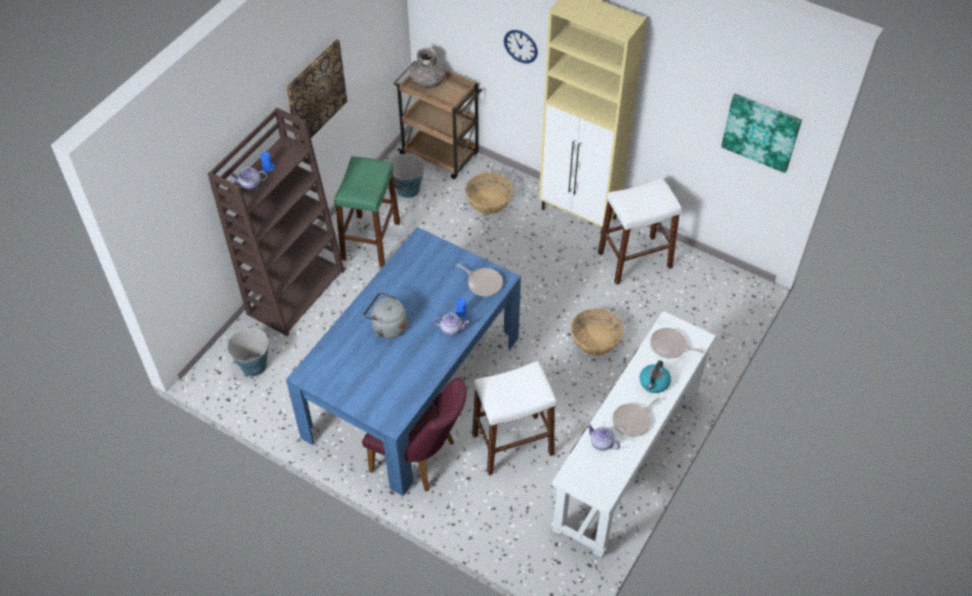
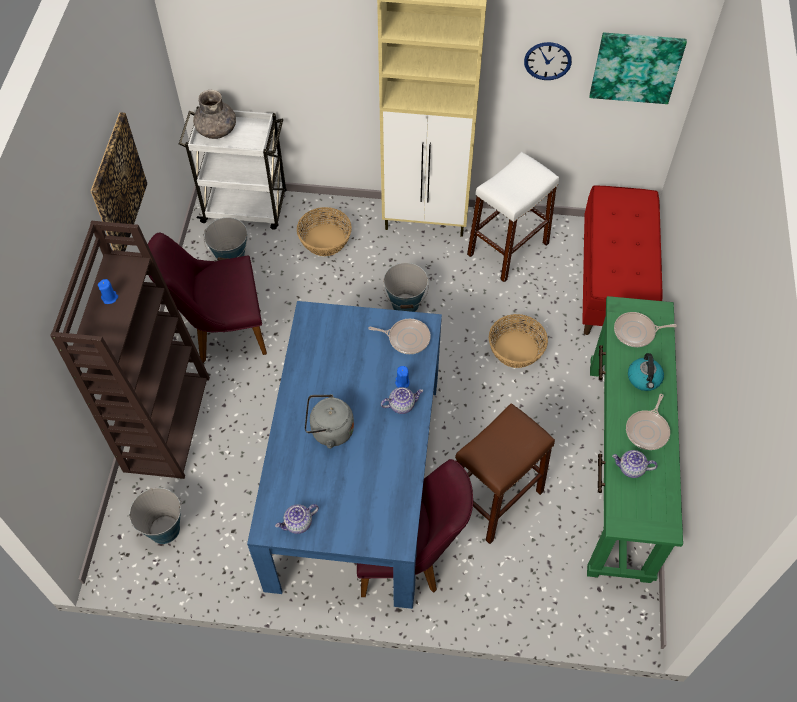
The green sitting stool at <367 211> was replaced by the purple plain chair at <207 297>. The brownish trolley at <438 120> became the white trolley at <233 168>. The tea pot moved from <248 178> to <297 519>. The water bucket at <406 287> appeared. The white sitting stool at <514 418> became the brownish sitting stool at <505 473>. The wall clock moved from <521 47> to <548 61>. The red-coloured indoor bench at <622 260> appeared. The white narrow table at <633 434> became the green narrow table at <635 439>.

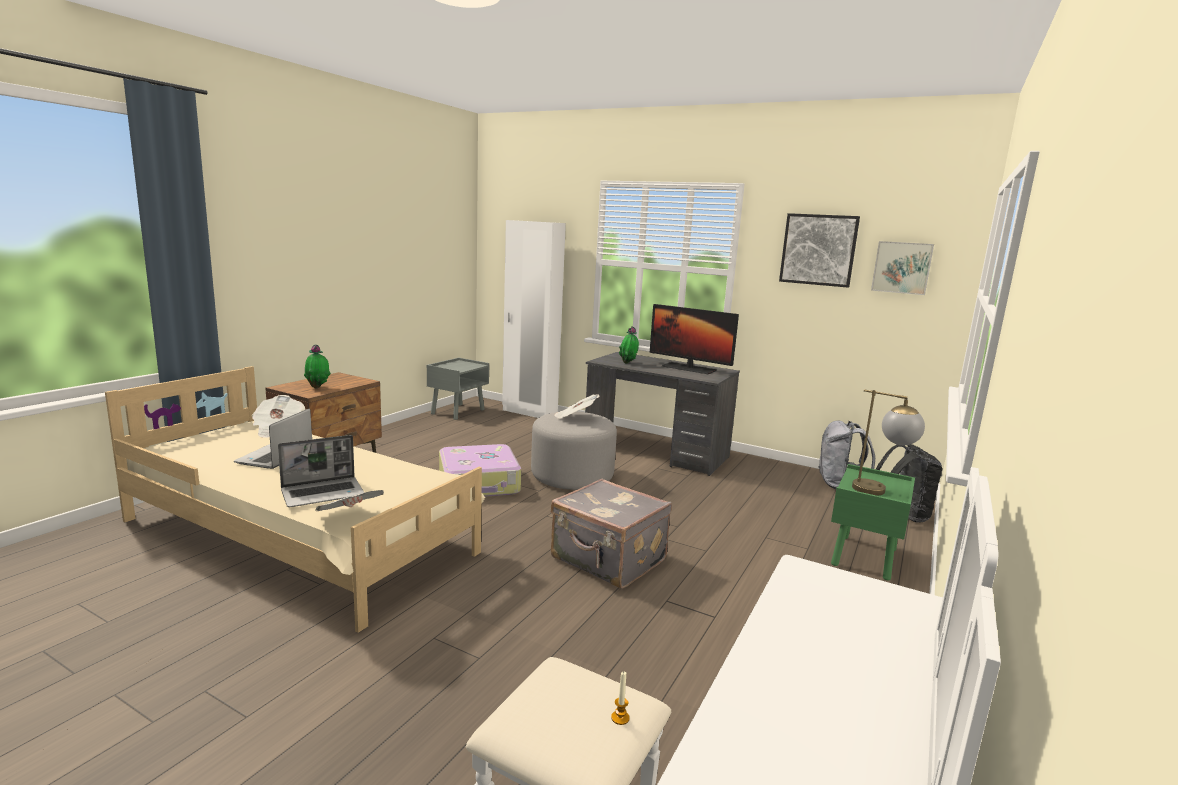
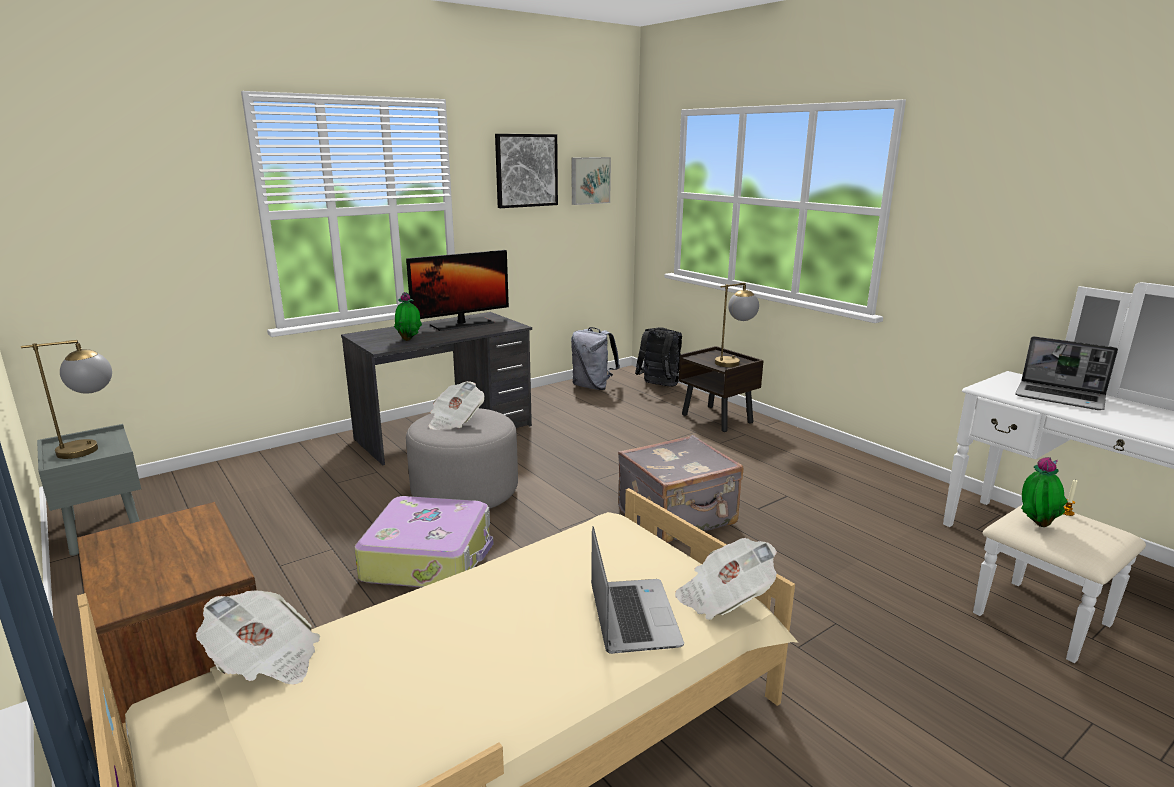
The table lamp at <66 399> appeared. The green bedside table at <873 522> became the brownish bedside table at <721 389>. The notebook computer moved from <273 438> to <1066 373>. The potted plant moved from <317 366> to <1044 492>. The white armoire at <534 319> disappeared.

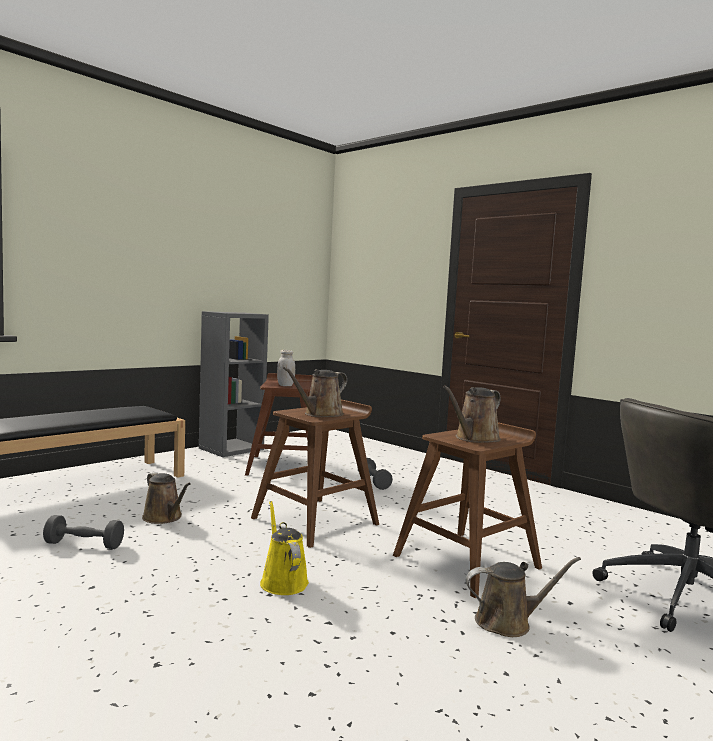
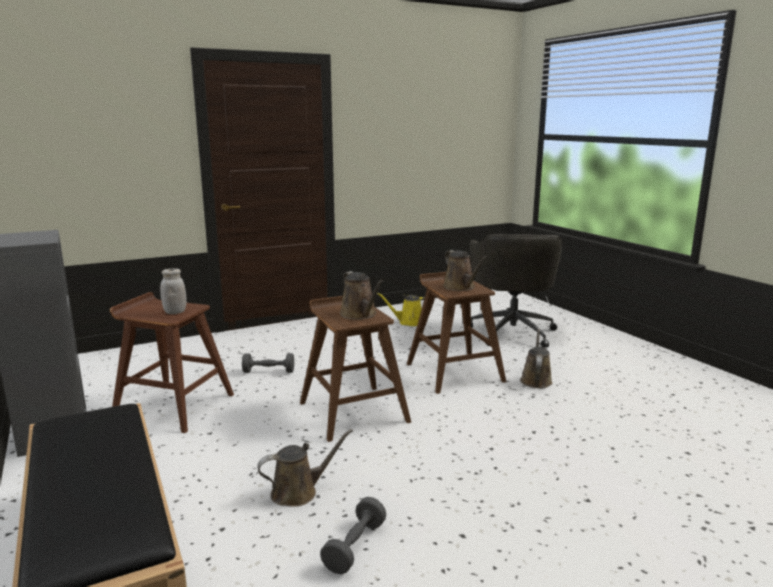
The yellow-coloured sprinkling can moved from <284 548> to <401 309>.

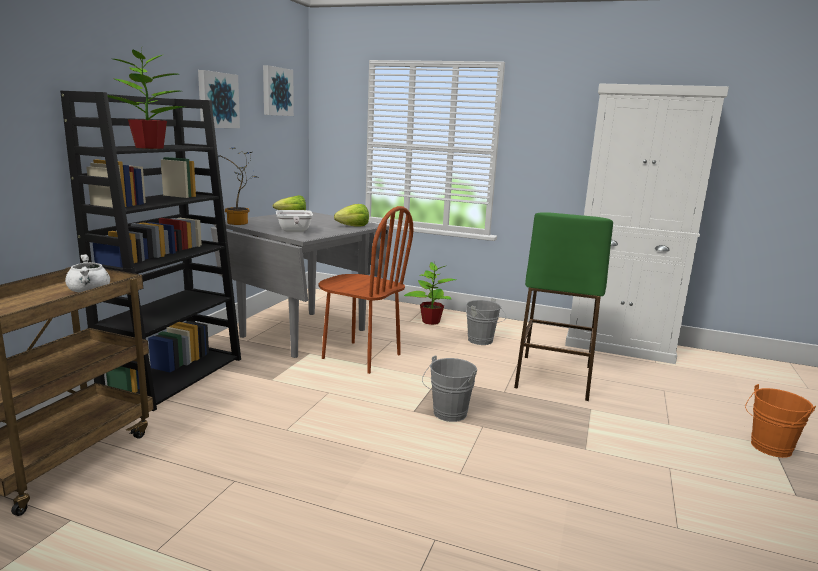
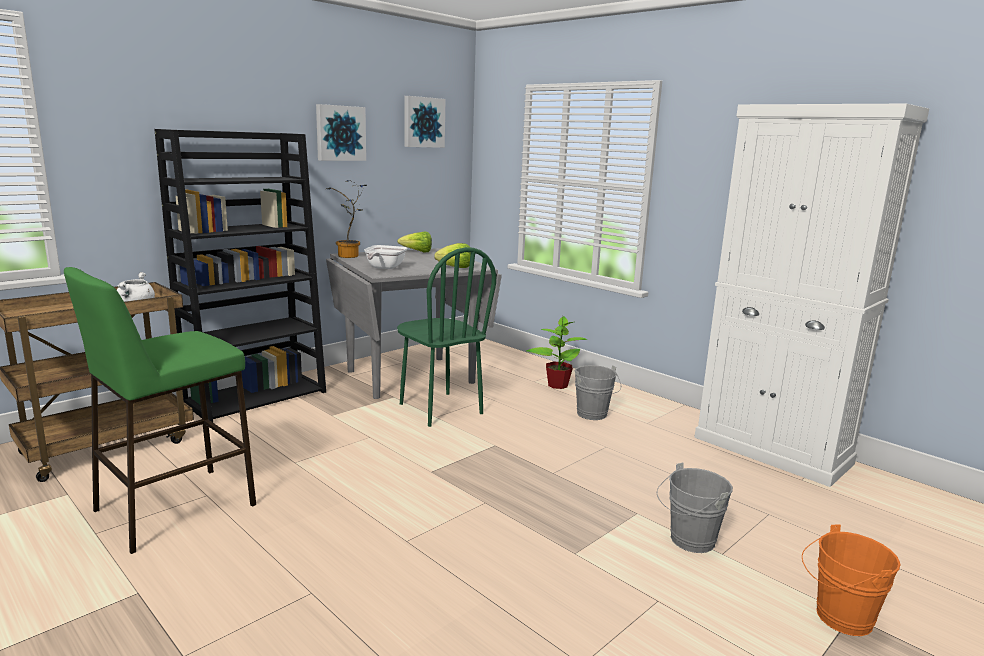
The green sitting stool moved from <563 306> to <160 410>. The brownish plain chair at <365 290> became the green plain chair at <446 337>. The gray water bucket moved from <449 388> to <695 507>. The potted plant at <146 98> disappeared.

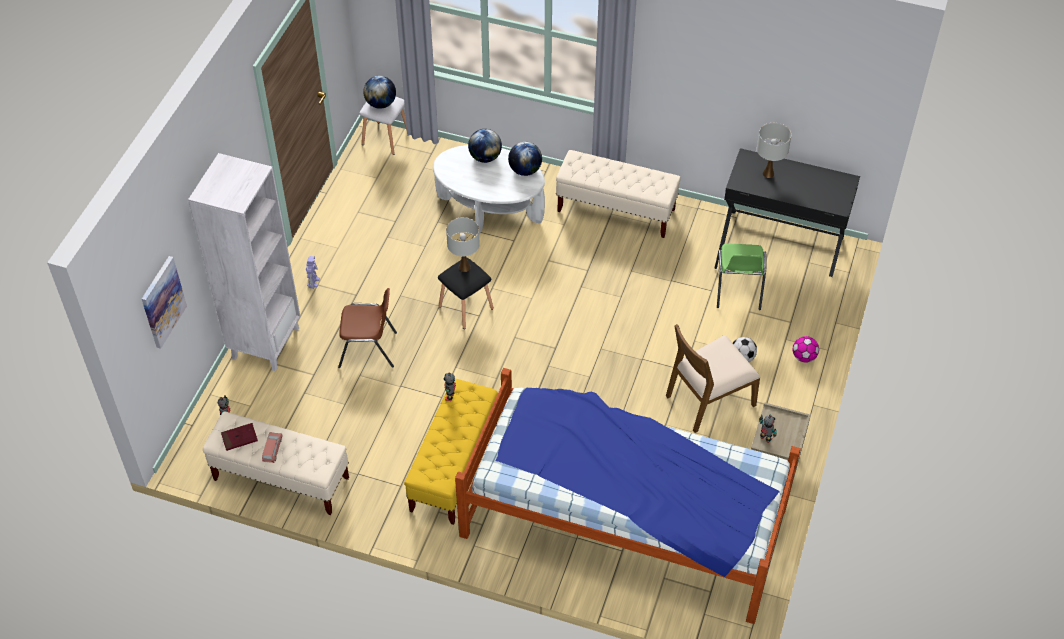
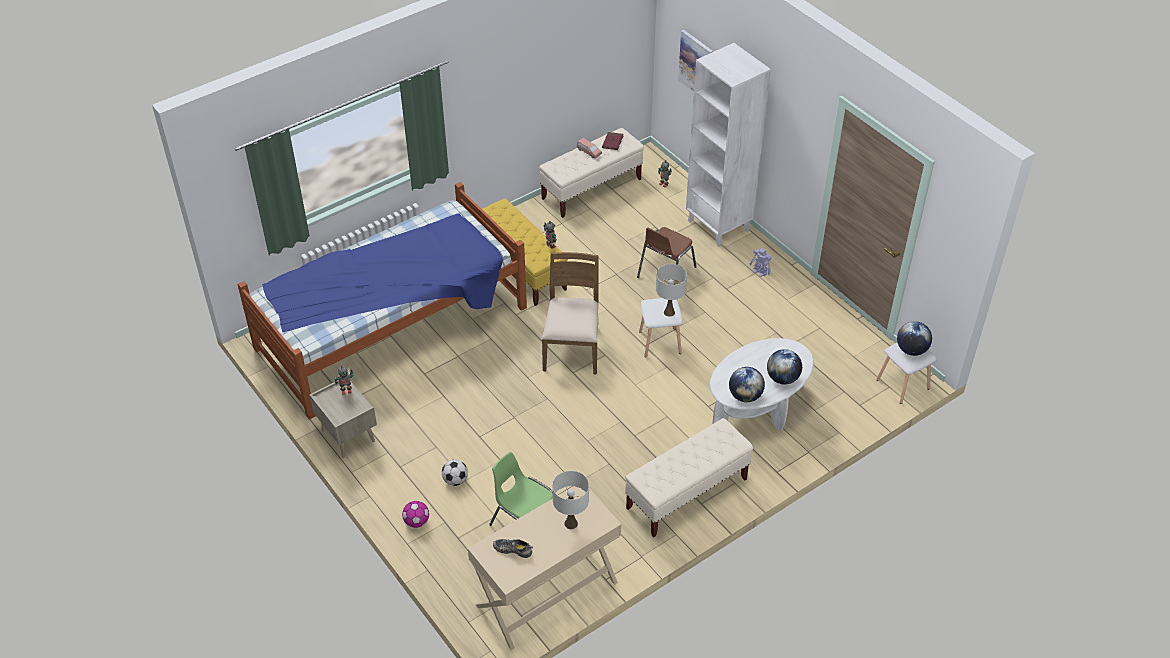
The blackish desk table at <789 212> became the beige desk table at <544 568>. The shoe at <513 548> appeared. The brownish plain chair moved from <713 378> to <570 313>. The blackish sitting stool at <466 293> became the white sitting stool at <661 328>.

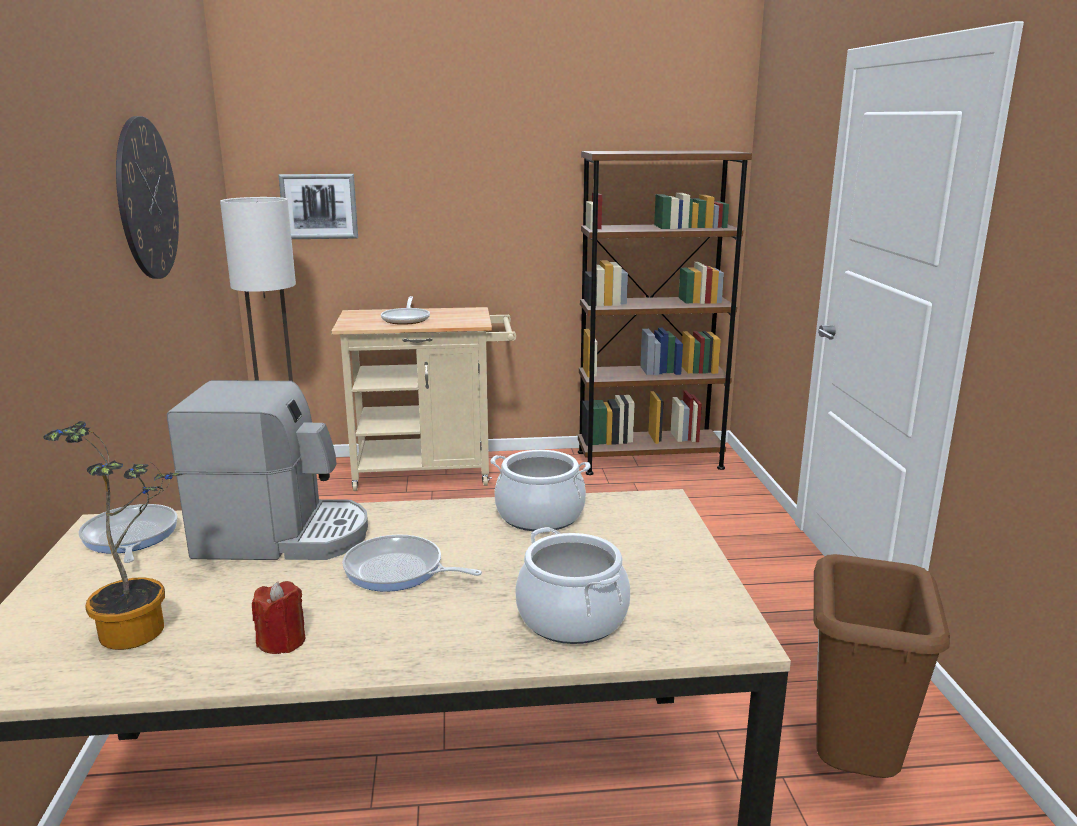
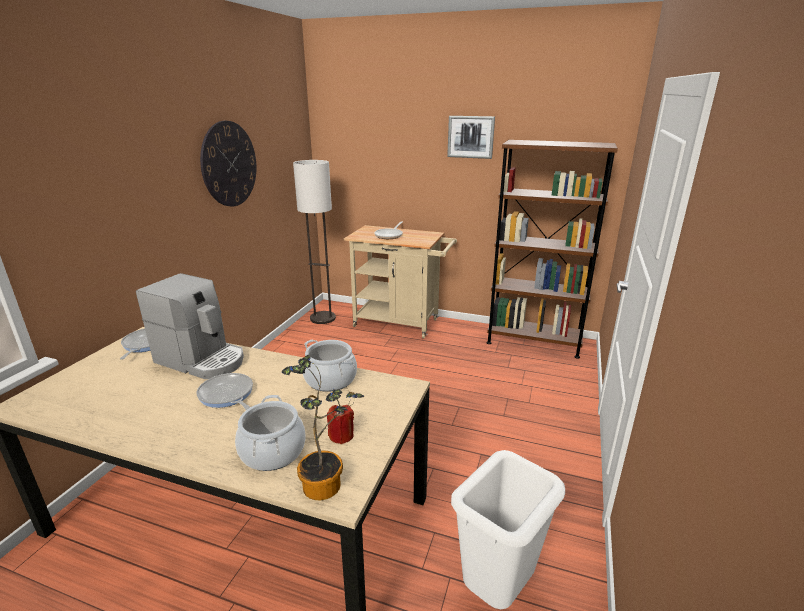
The potted plant moved from <114 535> to <323 427>. The red-coloured wax candle moved from <278 617> to <340 424>. The picture moved from <318 206> to <471 137>. The brownish rubbish bin at <882 666> became the white rubbish bin at <508 530>.

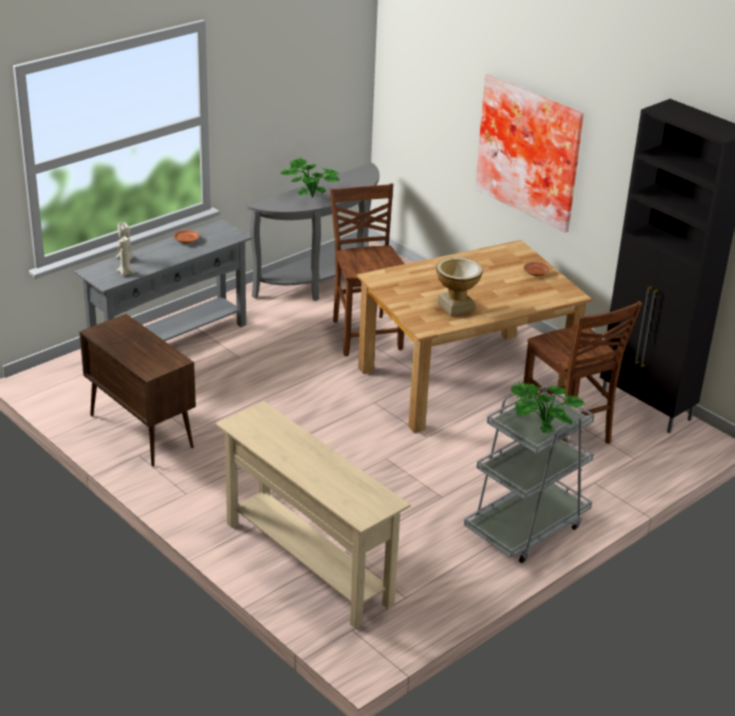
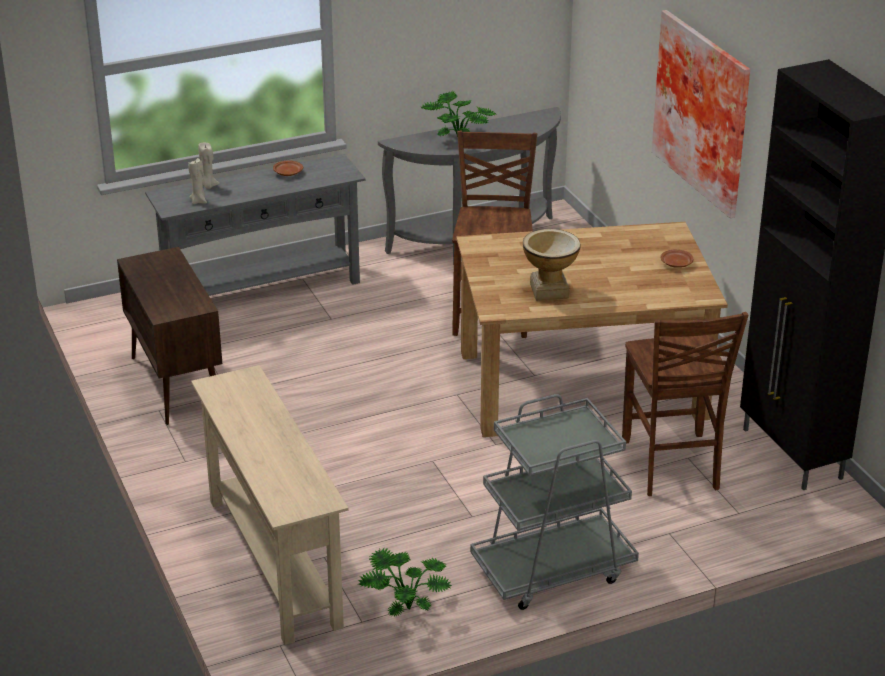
The potted plant moved from <547 407> to <405 582>.

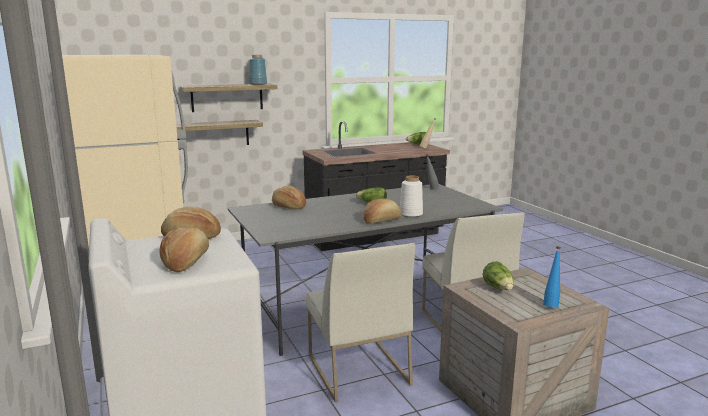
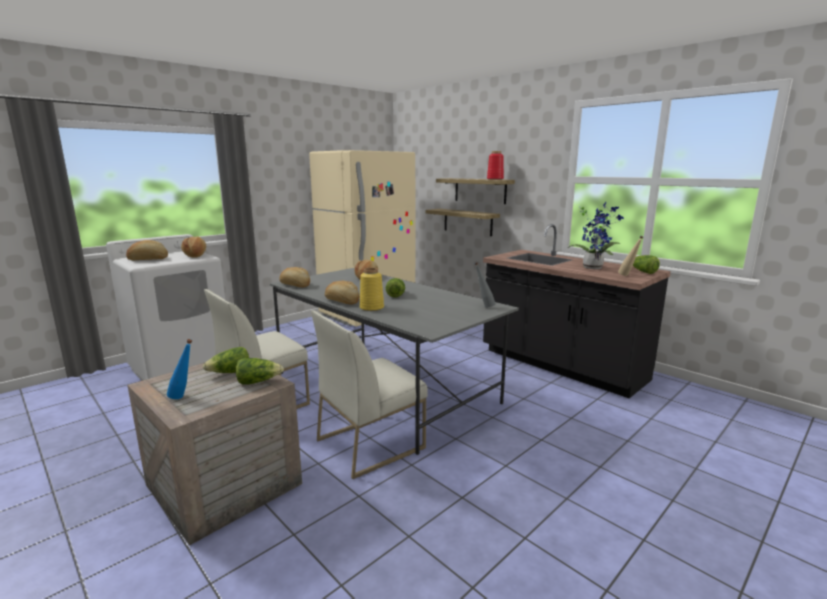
The lettuce head at <260 371> appeared. The bakery bread at <294 277> appeared. The white decorative vase at <411 196> became the yellow-coloured decorative vase at <372 289>. The blue-coloured decorative vase at <258 70> became the red-coloured decorative vase at <495 165>. The potted plant at <595 235> appeared.

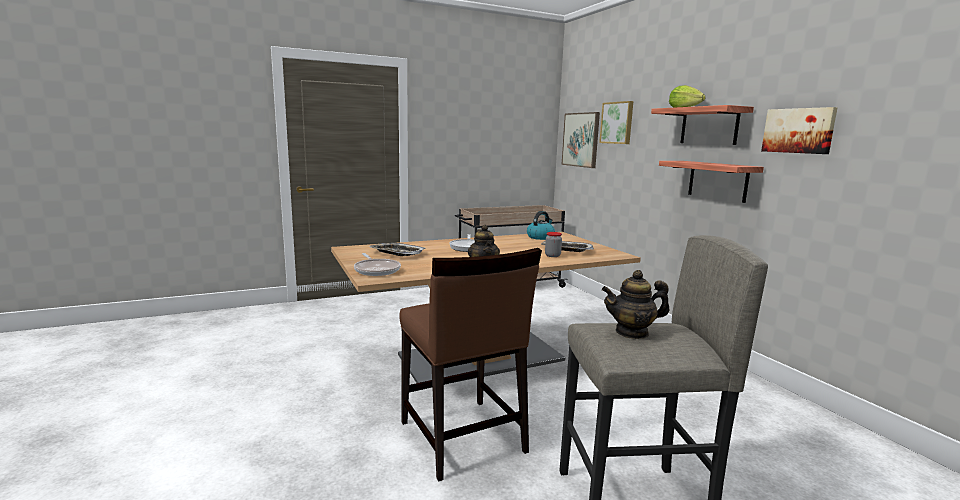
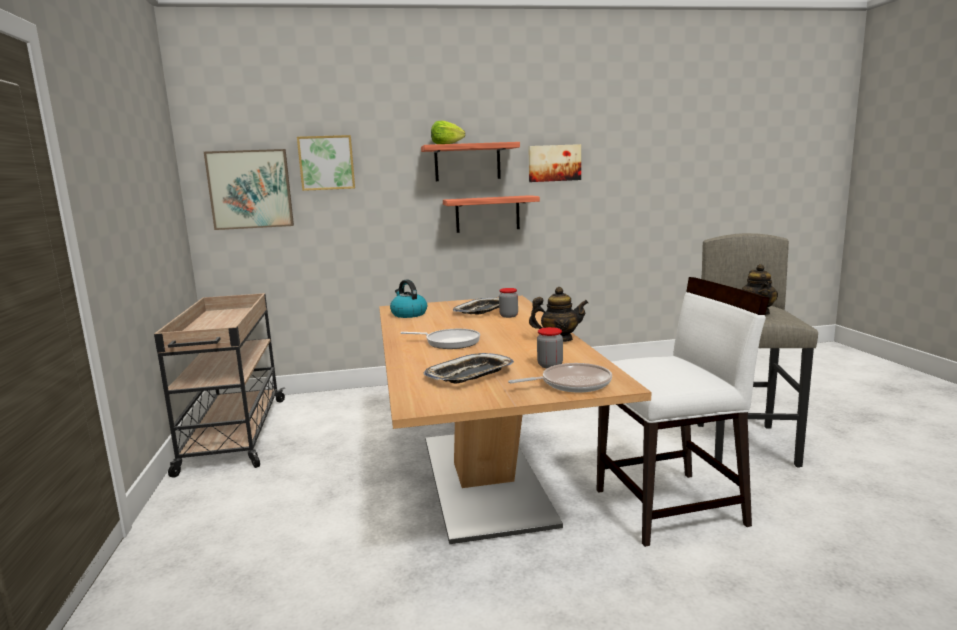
The preserve jar at <550 347> appeared. The brownish plain chair at <470 364> became the white plain chair at <683 412>.

